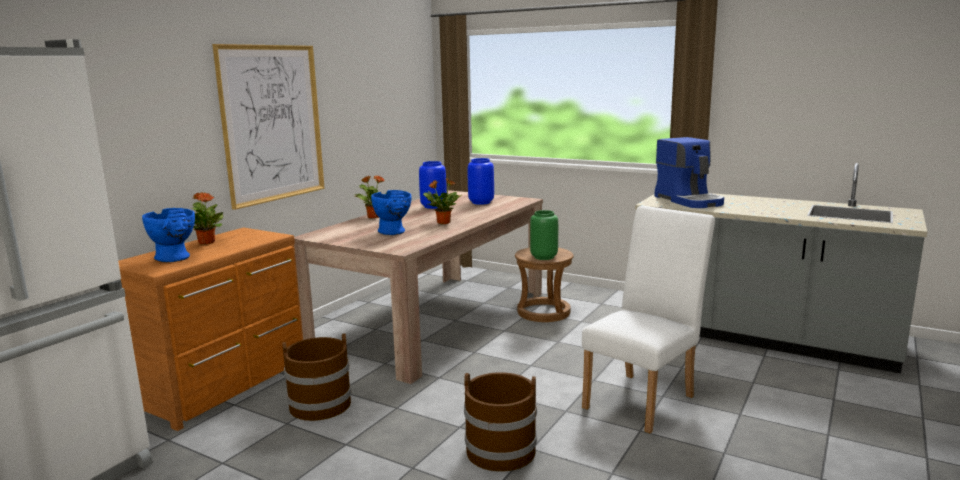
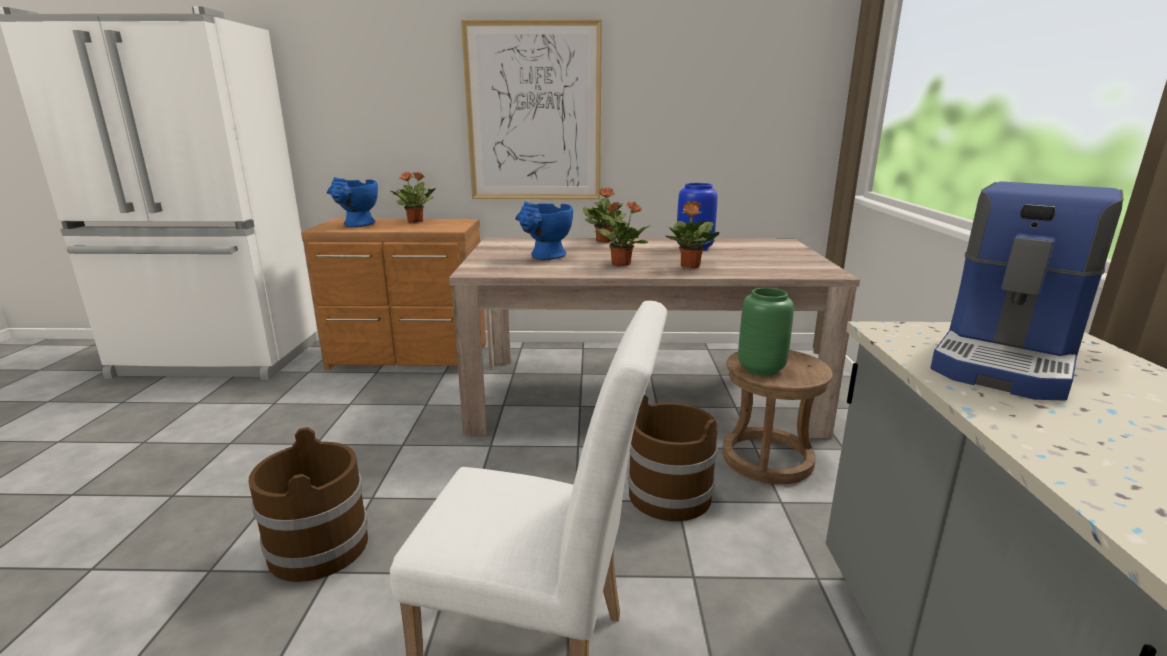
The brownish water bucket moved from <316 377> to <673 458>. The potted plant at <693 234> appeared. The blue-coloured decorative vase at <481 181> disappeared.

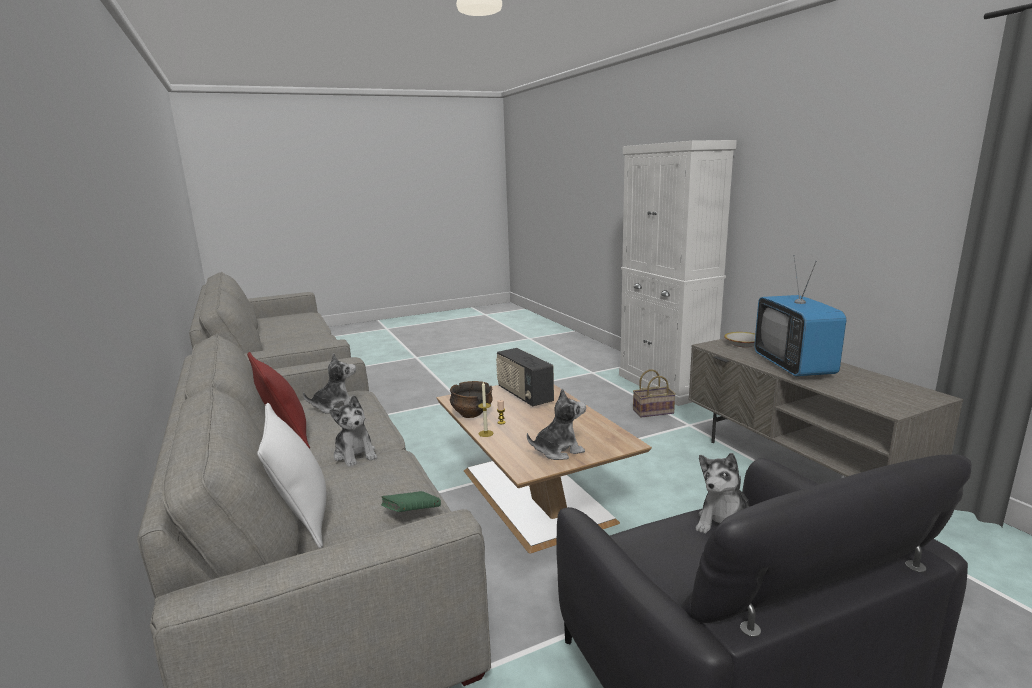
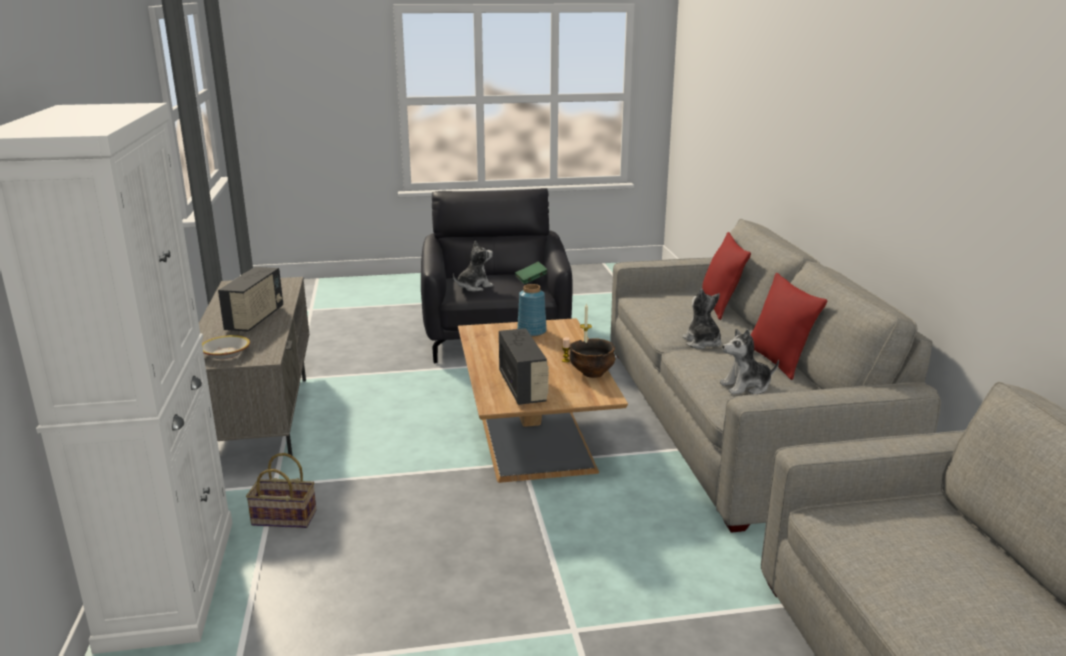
The TV set at <800 316> was replaced by the radio set at <250 299>. The green book moved from <411 501> to <531 273>. The soft toy at <556 424> was replaced by the blue-coloured decorative vase at <532 310>. The white throw pillow at <291 475> became the red-coloured throw pillow at <726 276>.

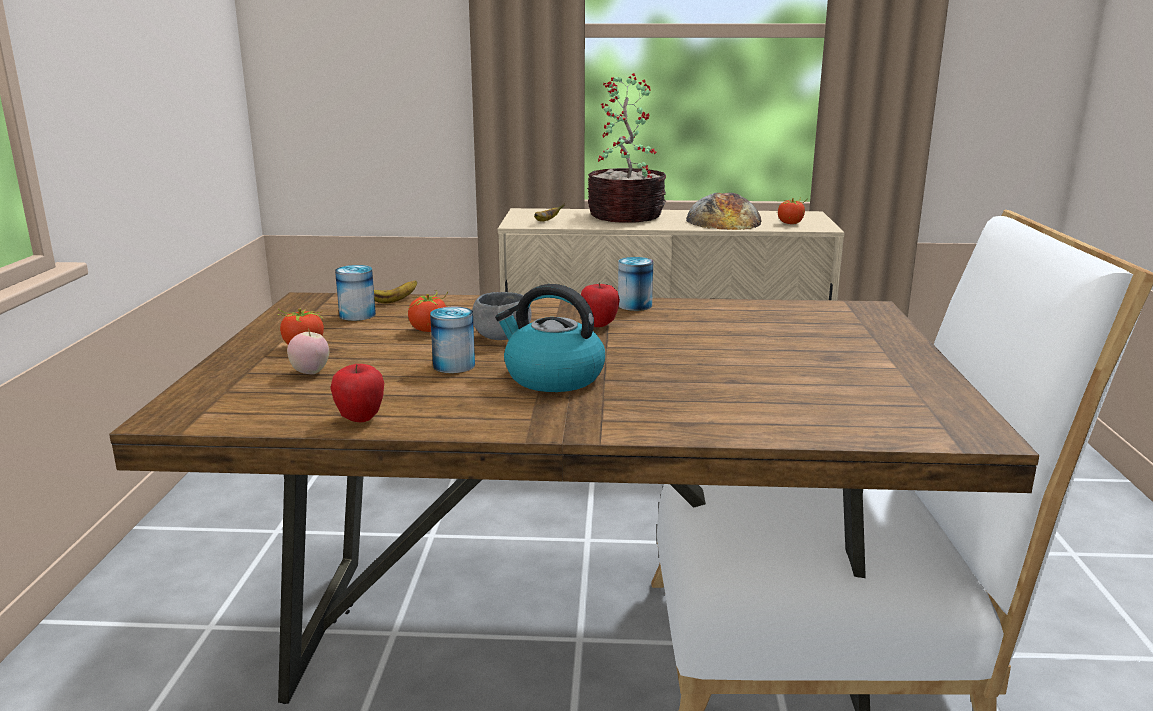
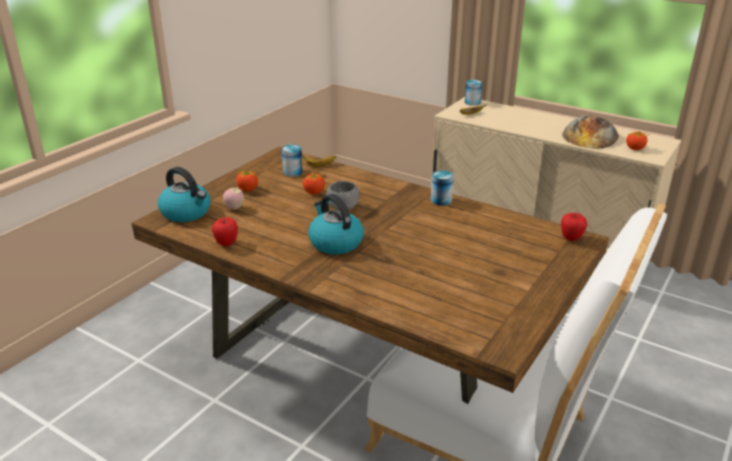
The water kettle at <184 194> appeared. The can moved from <452 340> to <473 93>. The apple fruit moved from <600 305> to <574 227>. The potted plant at <626 148> disappeared.

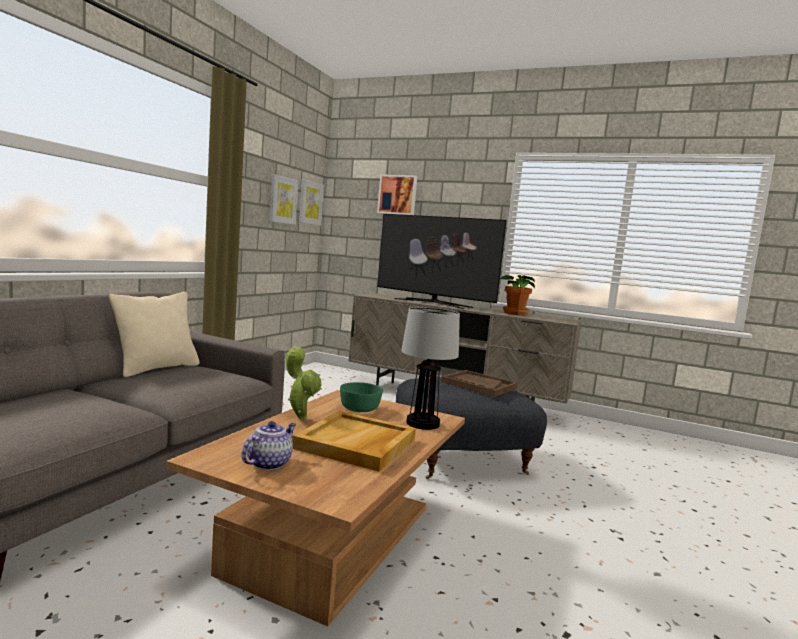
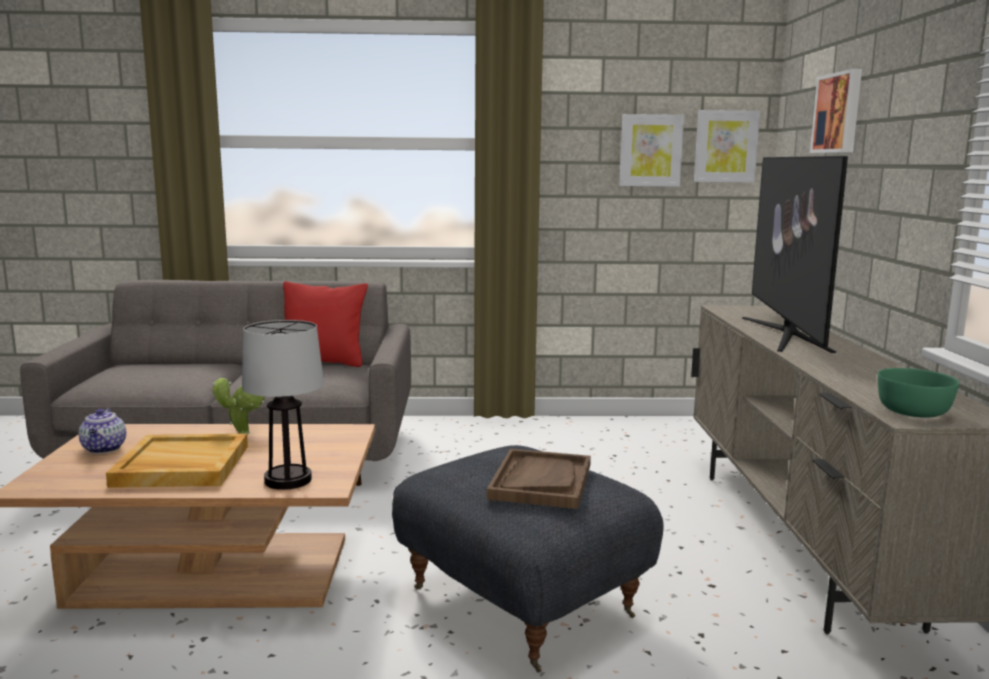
The tea pot at <268 445> turned 75 degrees clockwise. The beige throw pillow at <154 334> became the red-coloured throw pillow at <325 324>. The green bowl moved from <361 397> to <918 393>. The potted plant at <517 295> disappeared.

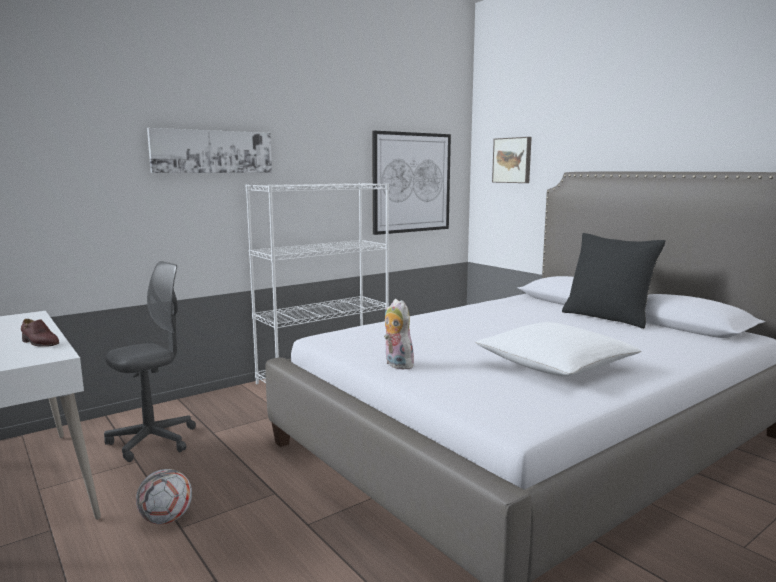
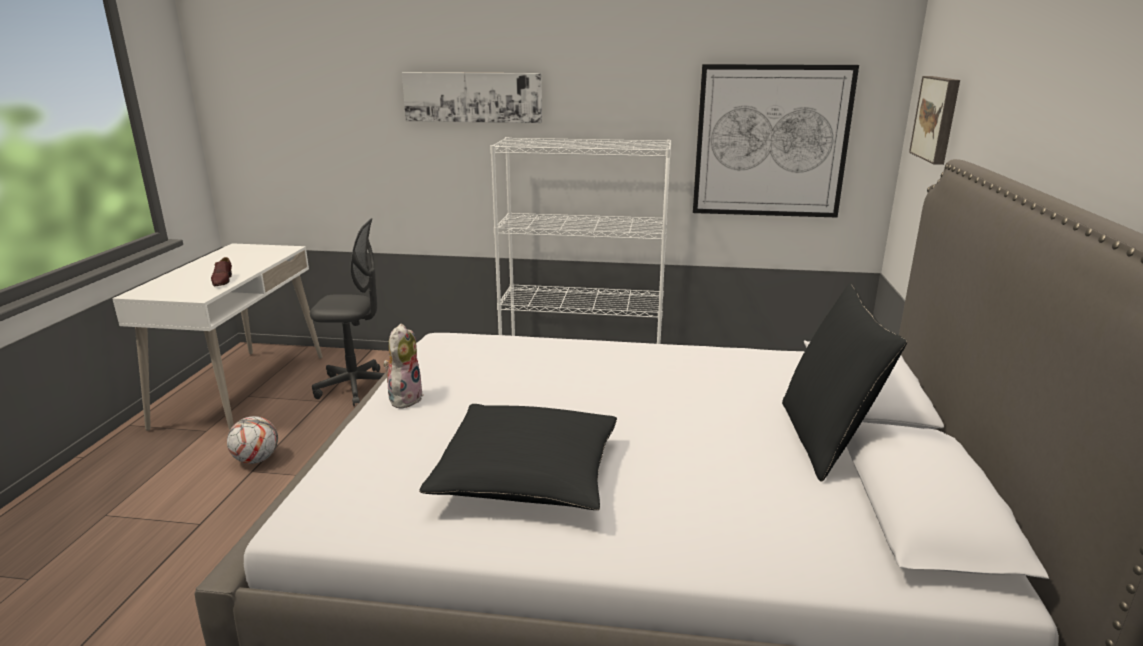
The white throw pillow at <558 349> became the blackish throw pillow at <518 457>.

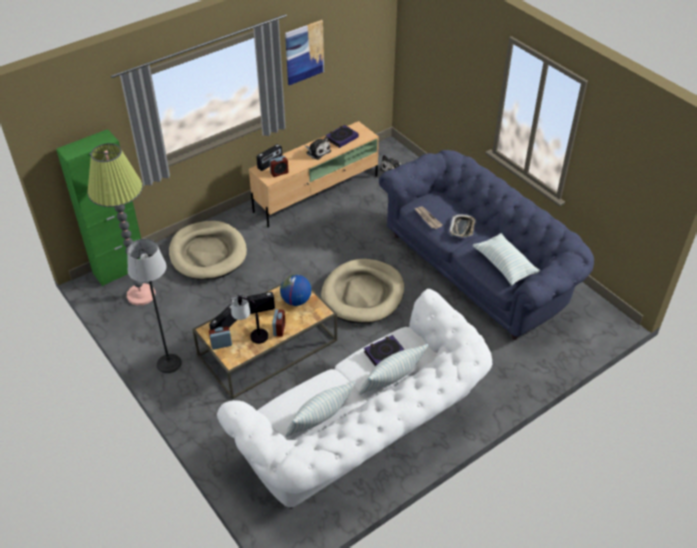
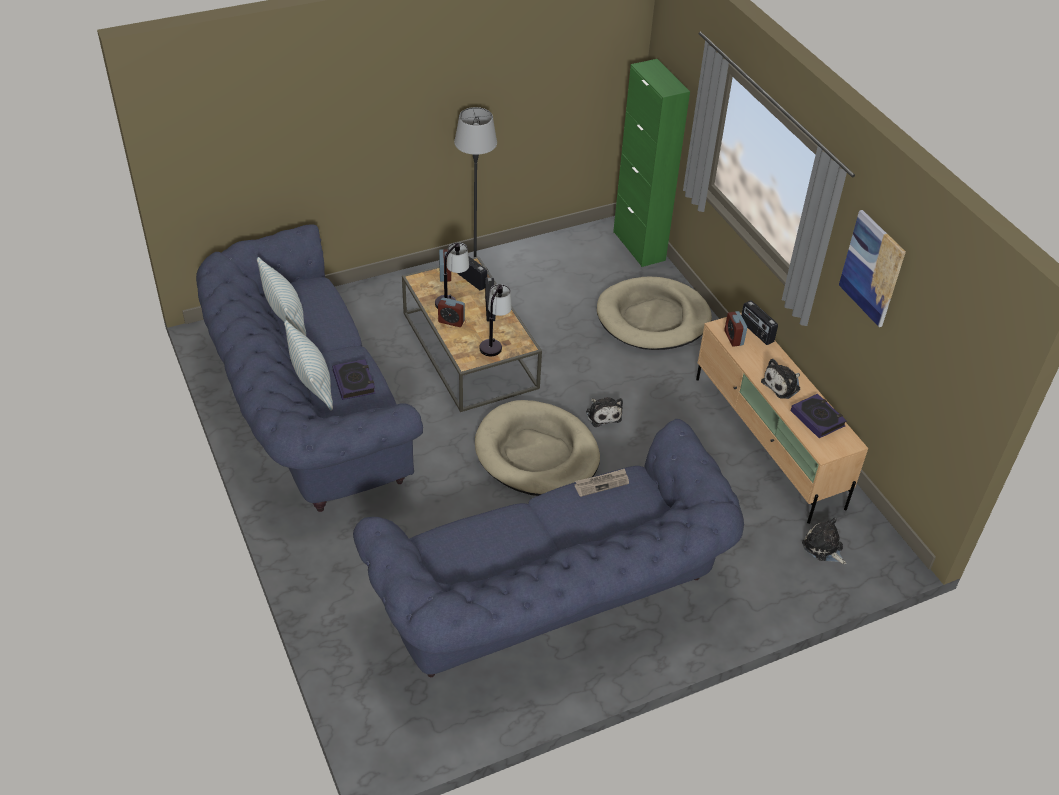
The white settee at <354 399> became the blue-coloured settee at <309 368>. The globe at <295 290> was replaced by the table lamp at <495 320>. The soft toy at <604 412> appeared. The standing lamp at <121 224> disappeared. The tray at <462 226> disappeared. The throw pillow at <506 259> disappeared.

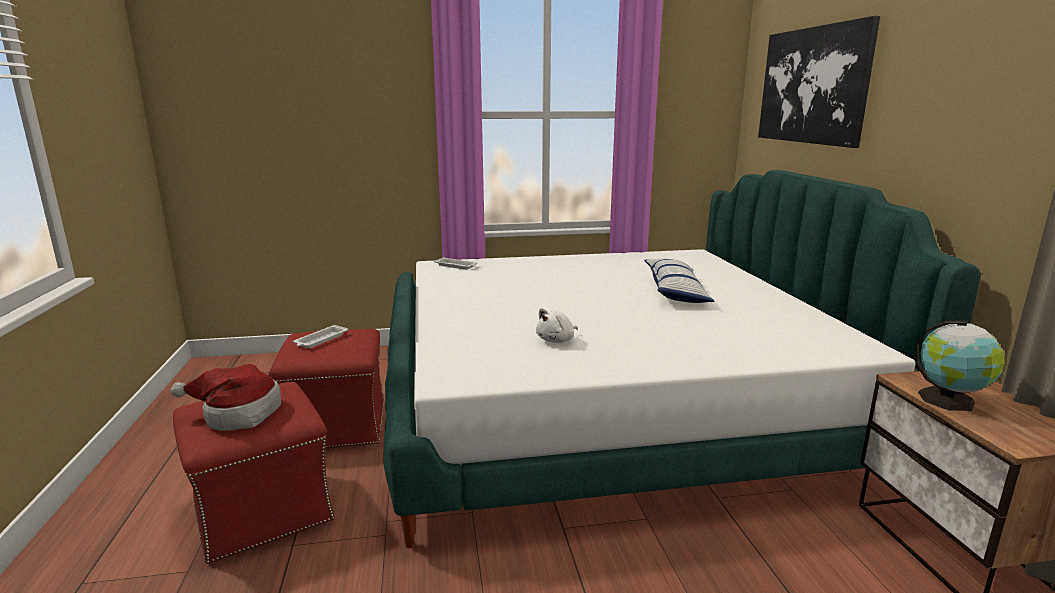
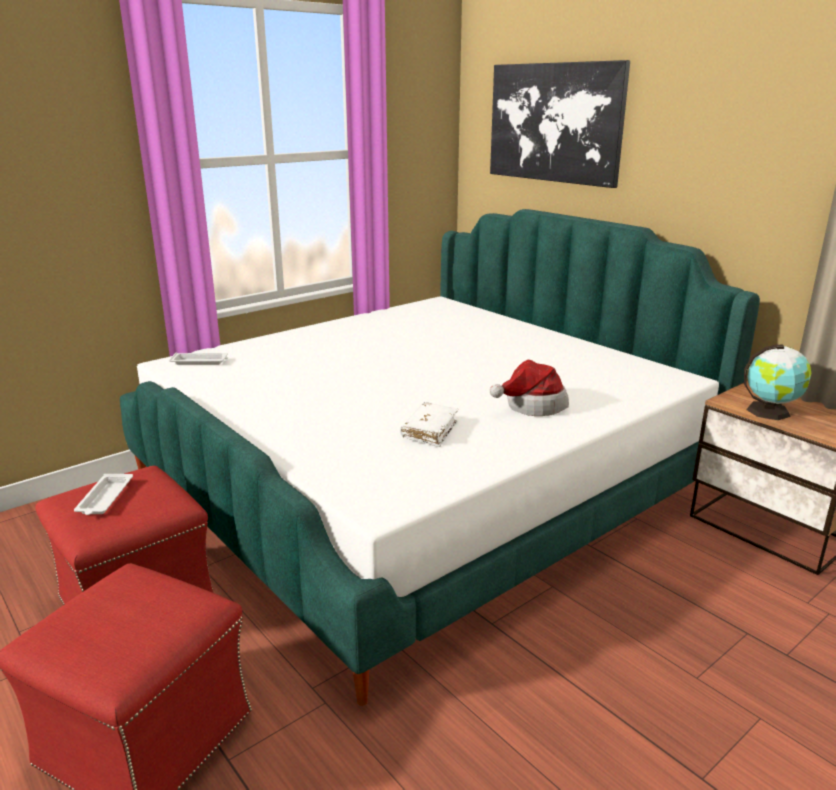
The white soft toy at <557 325> was replaced by the white book at <429 424>. The wearable hat moved from <226 397> to <529 388>. The throw pillow at <679 280> disappeared.

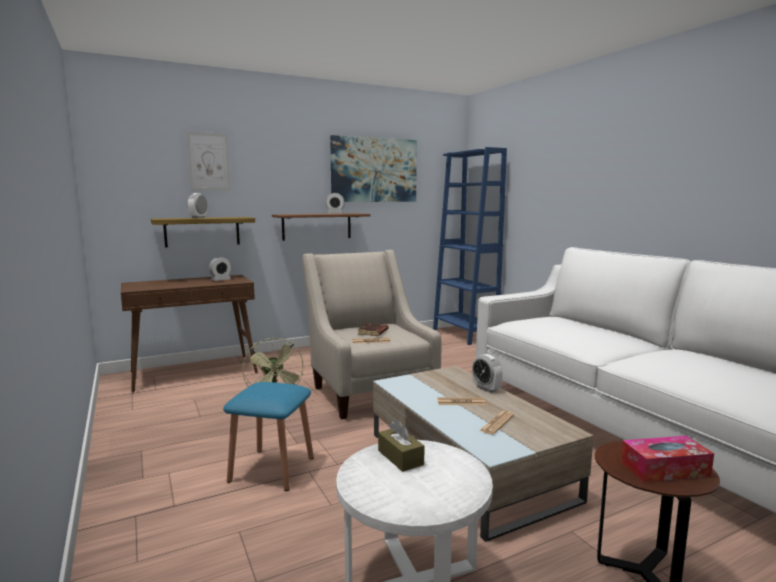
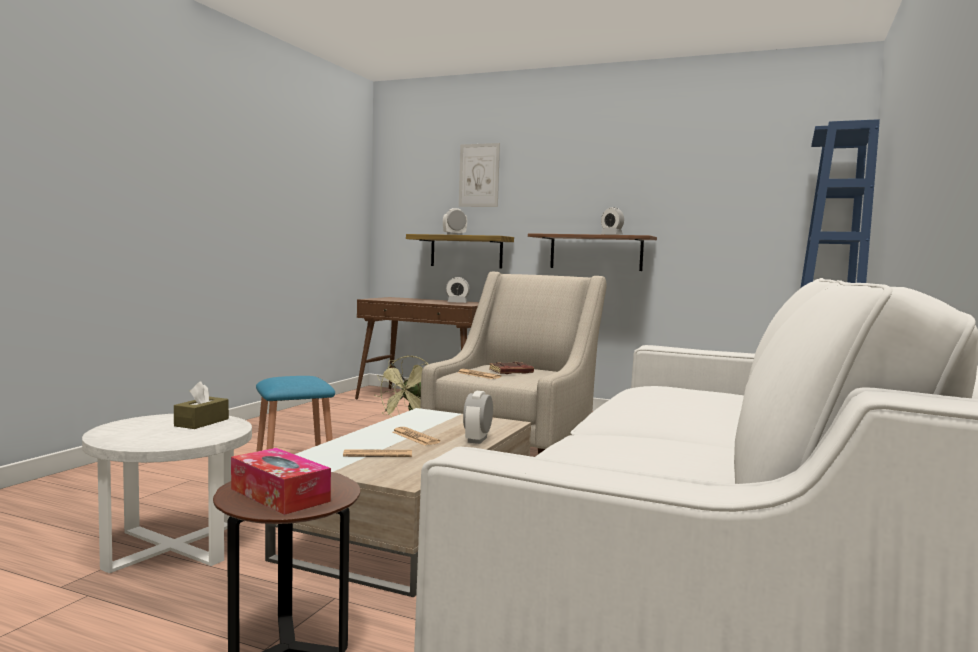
The picture at <373 168> disappeared.

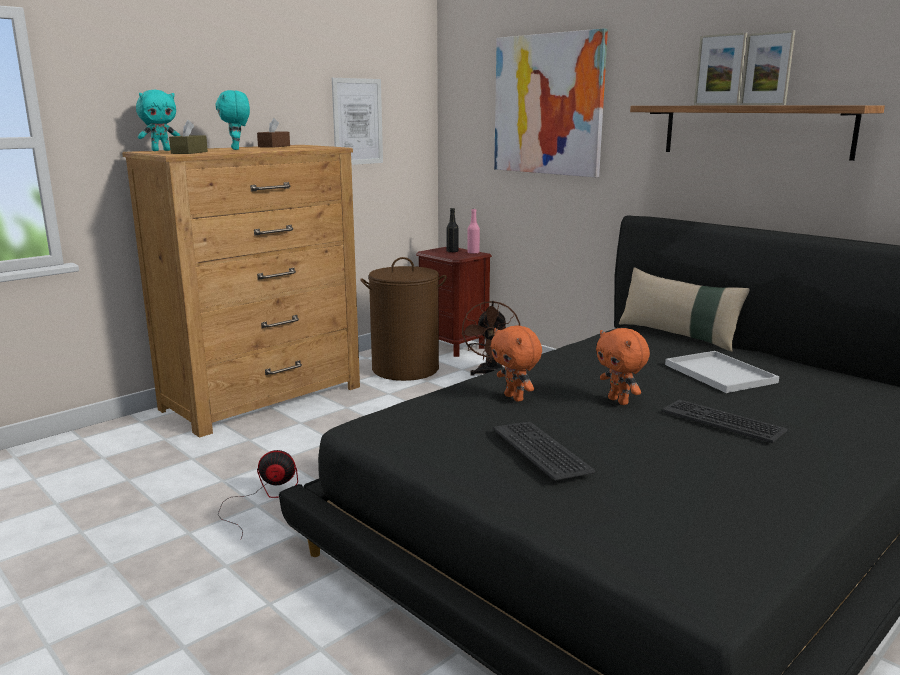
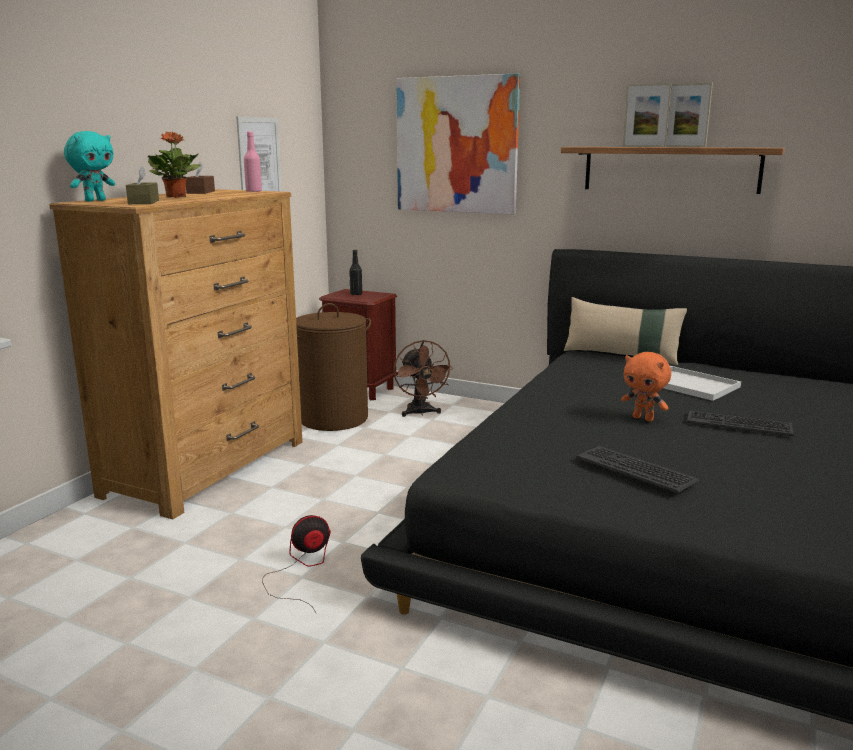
The turquoise soft toy at <232 120> was replaced by the potted plant at <174 165>. The pink-coloured bottle moved from <473 231> to <253 162>. The orange-coloured soft toy at <516 363> disappeared.

